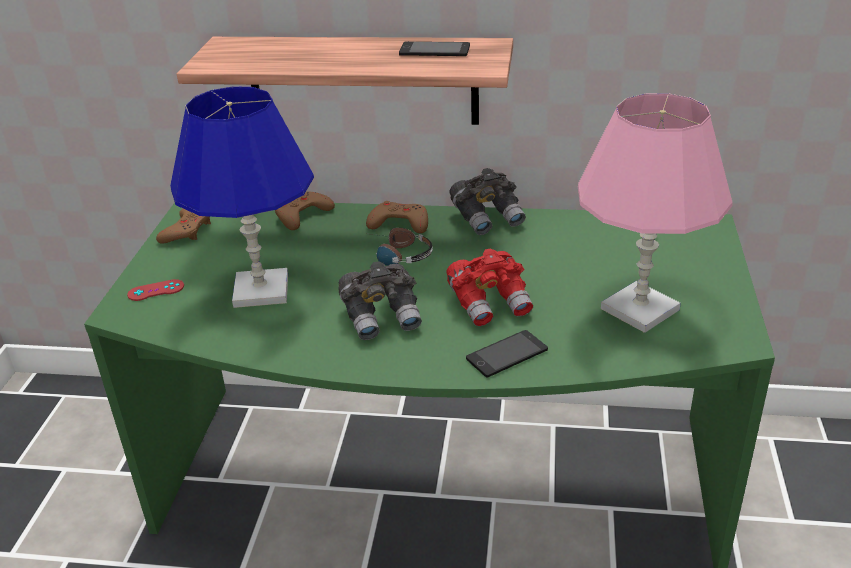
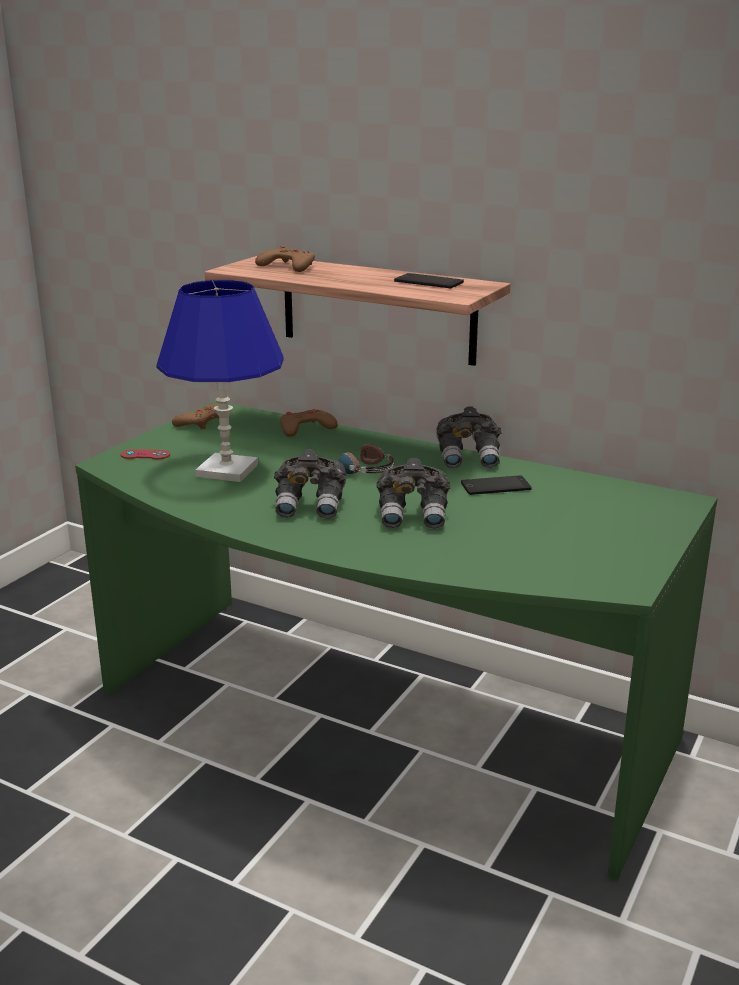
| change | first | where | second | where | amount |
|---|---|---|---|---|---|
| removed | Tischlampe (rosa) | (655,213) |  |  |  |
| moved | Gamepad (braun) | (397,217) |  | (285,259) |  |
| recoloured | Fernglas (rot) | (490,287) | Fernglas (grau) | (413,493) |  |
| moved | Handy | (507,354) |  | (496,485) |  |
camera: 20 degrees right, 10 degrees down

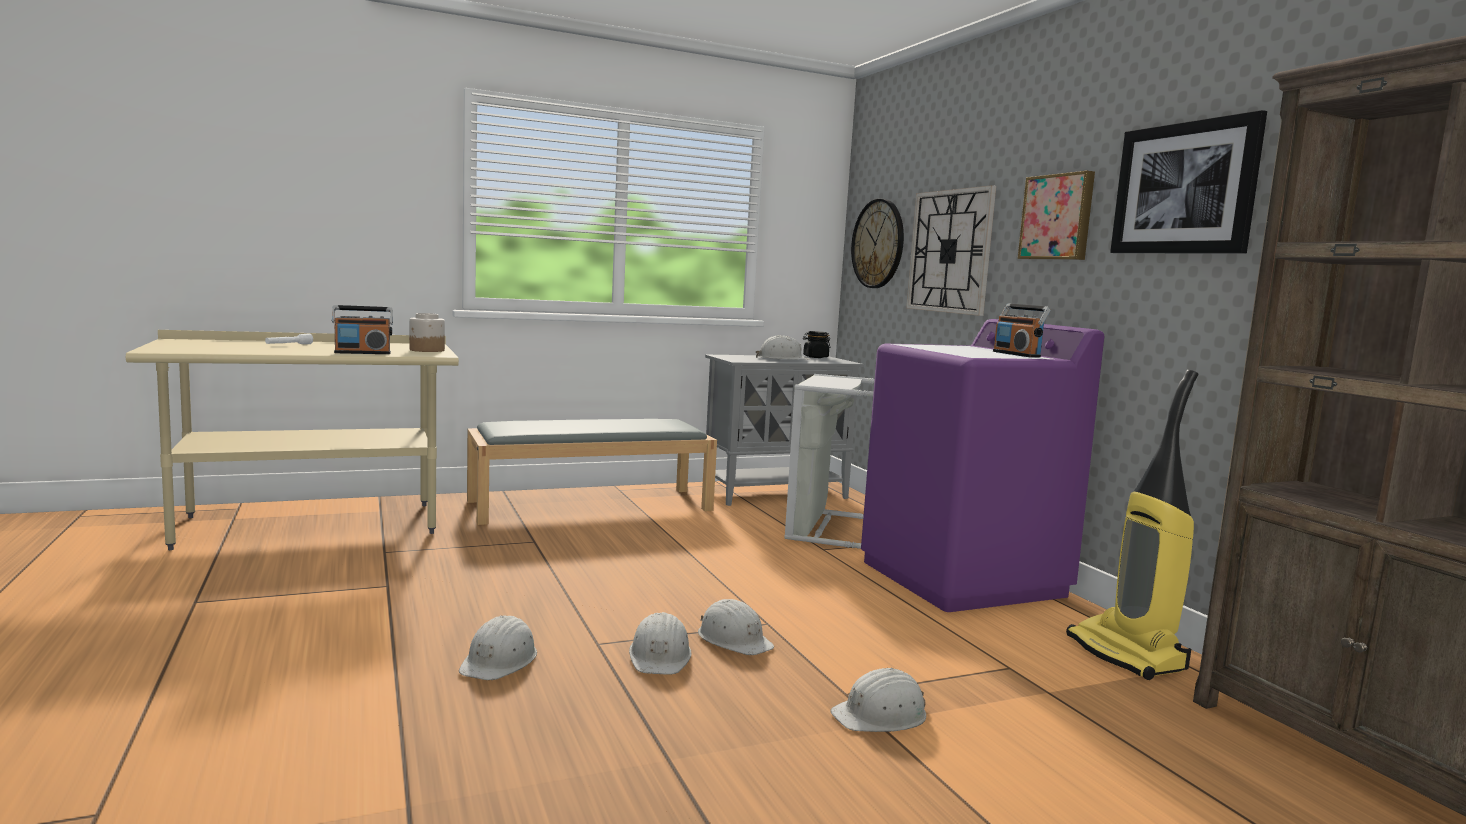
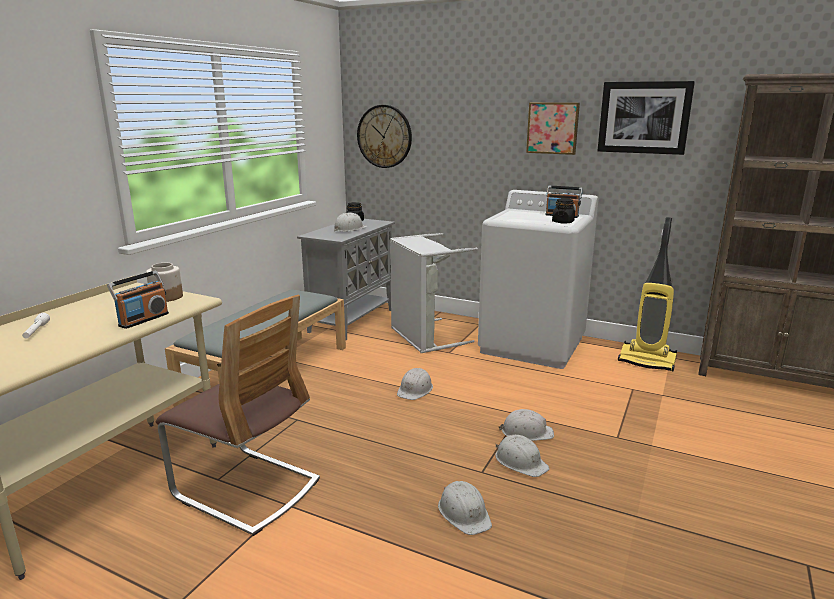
| change | first | where | second | where | amount |
|---|---|---|---|---|---|
| removed | Wanduhr | (951,250) |  |  |  |
| recoloured | Waschmaschine (lila) | (982,465) | Waschmaschine (weiß) | (538,279) |  |
| moved | Schutzhelm (weiß) | (878,700) |  | (415,384) |  |
| added |  |  | Vorratsglas (schwarz) | (563,211) |  |
| added |  |  | Stuhl | (238,415) |  |
camera: 40 degrees left, 10 degrees up

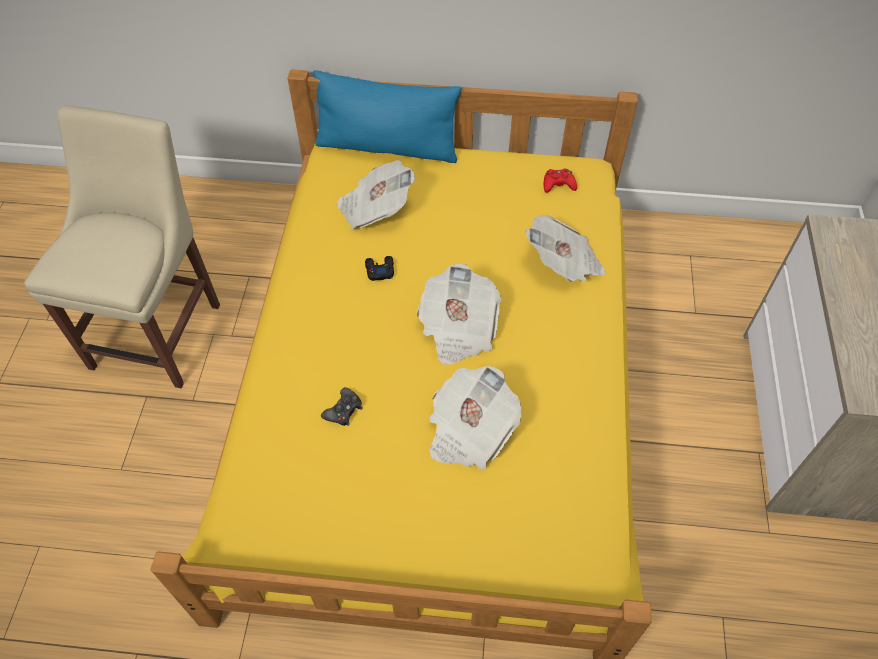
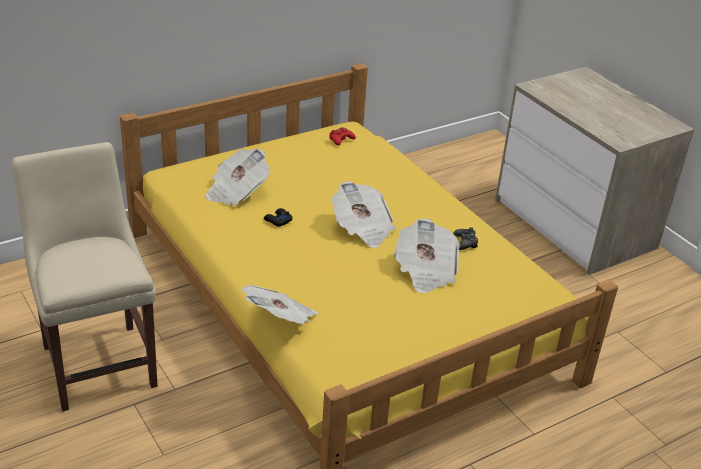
| change | first | where | second | where | amount |
|---|---|---|---|---|---|
| removed | Kissen (blau) | (387,116) |  |  |  |
| moved | Zeitung | (565,248) |  | (280,304) |  |
| moved | Gamepad (schwarz) | (342,406) |  | (465,238) |  |
camera: 40 degrees left, 20 degrees down

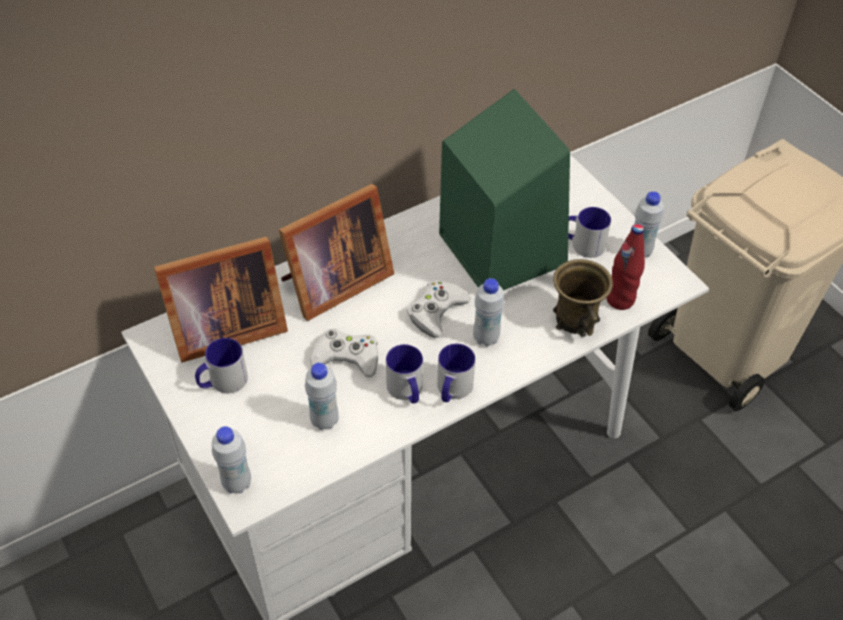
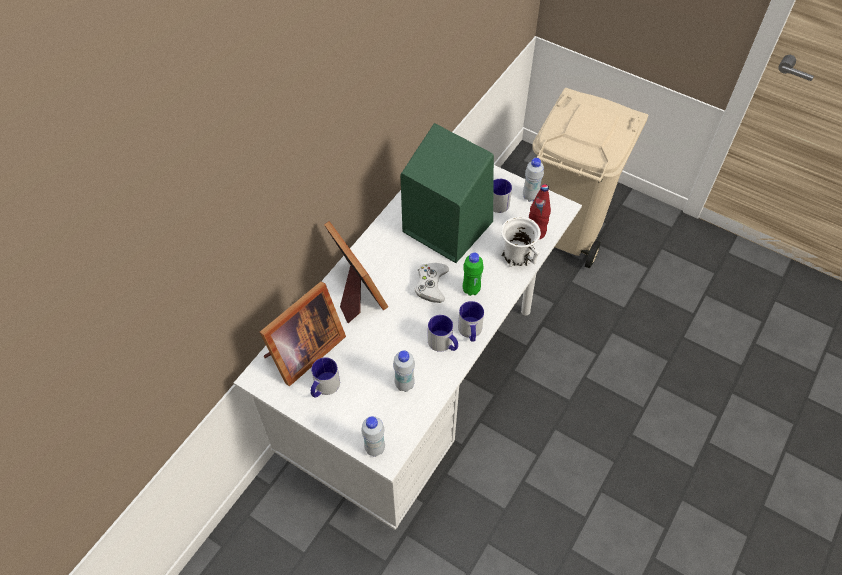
| change | first | where | second | where | amount |
|---|---|---|---|---|---|
| turned | Bilderrahmen | (336,252) |  | (356,272) | 60 degrees counterclockwise |
| recoloured | Henkelbecher (braun) | (583,298) | Henkelbecher (weiß) | (521,242) |  |
| recoloured | Flasche (weiß) | (489,312) | Flasche (grün) | (473,274) |  |
| removed | Gamepad (weiß) | (344,352) |  |  |  |
camera: 25 degrees left, 5 degrees up

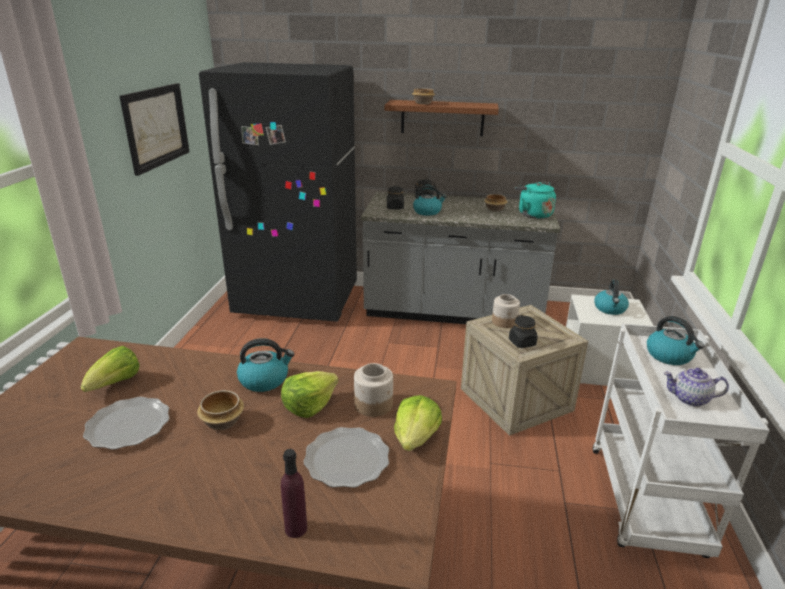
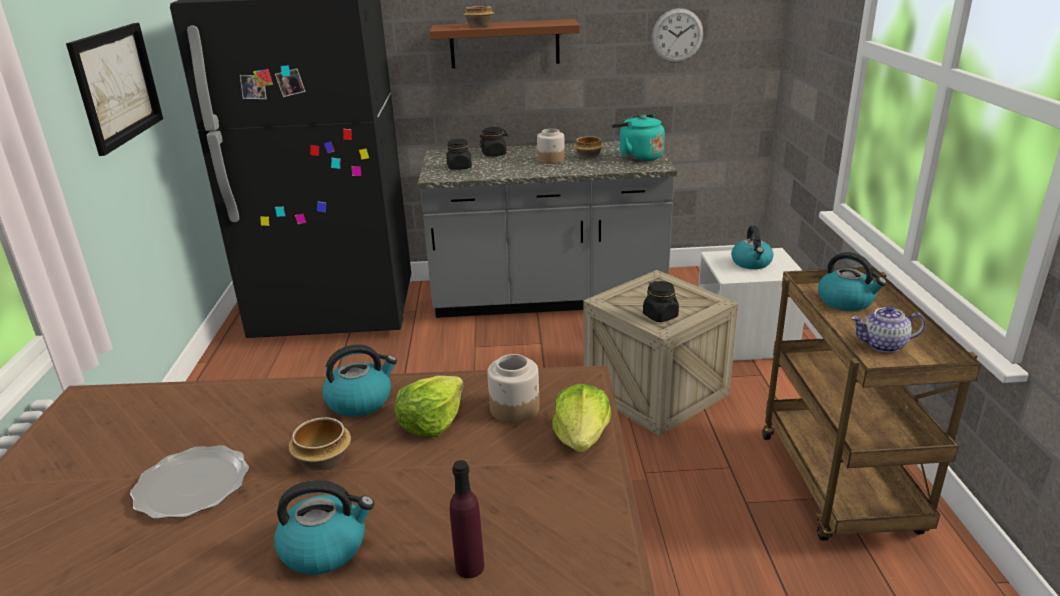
| change | first | where | second | where | amount |
|---|---|---|---|---|---|
| moved | Wasserkessel | (430,200) |  | (324,527) |  |
| moved | Vorratsglas | (506,311) |  | (551,146) |  |
| recoloured | Rollwagen (weiß) | (681,440) | Rollwagen (braun) | (871,404) |  |
| removed | Salatkopf | (110,369) |  |  |  |
| removed | Teller | (346,457) |  |  |  |
| added |  |  | Wanduhr | (677,35) |  |
camera: 10 degrees left, 0 degrees up

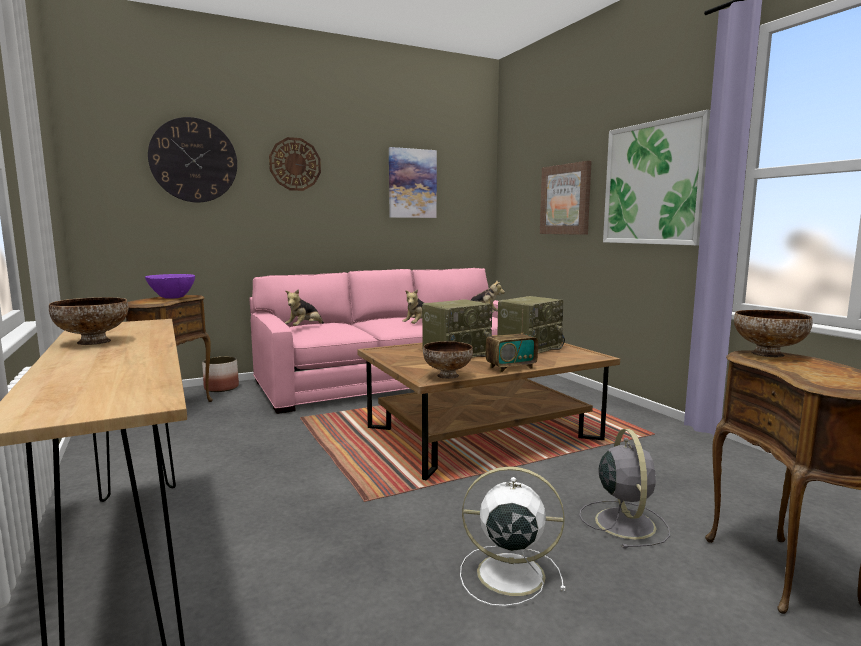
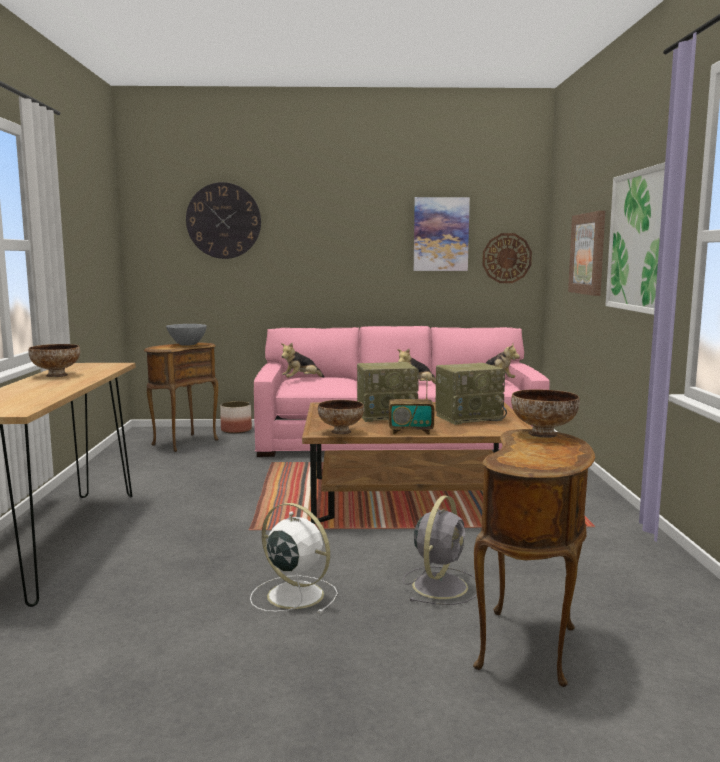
| change | first | where | second | where | amount |
|---|---|---|---|---|---|
| moved | Wanduhr | (295,164) |  | (507,258) |  |
| recoloured | Schüssel (lila) | (170,286) | Schüssel (grau) | (186,335) |  |
camera: 25 degrees right, 0 degrees up

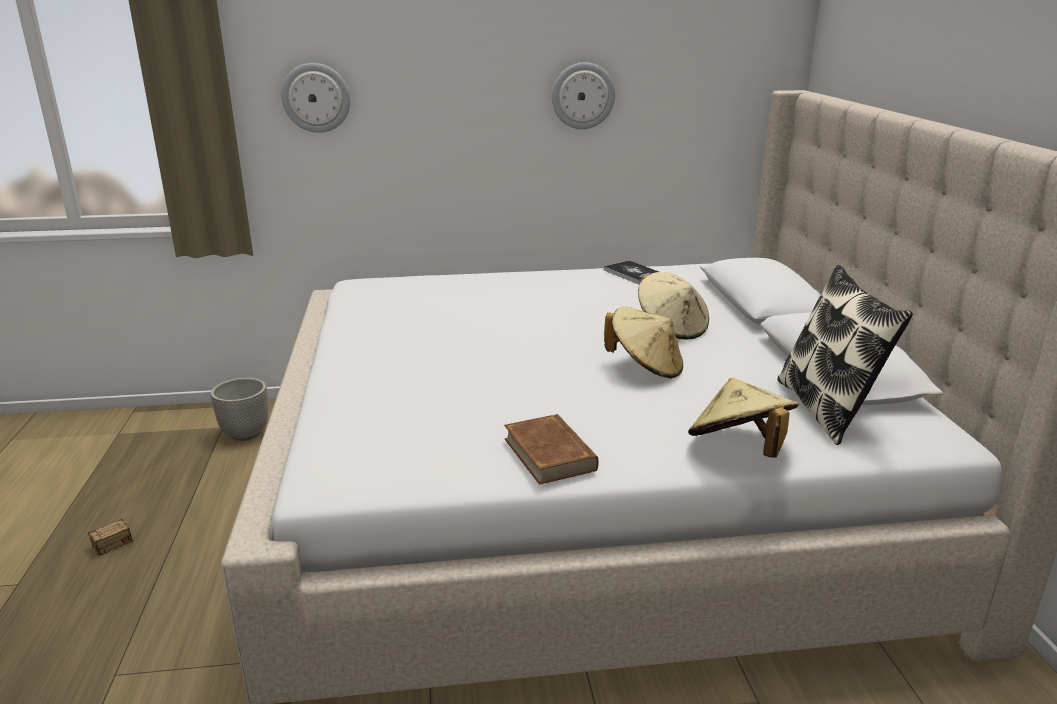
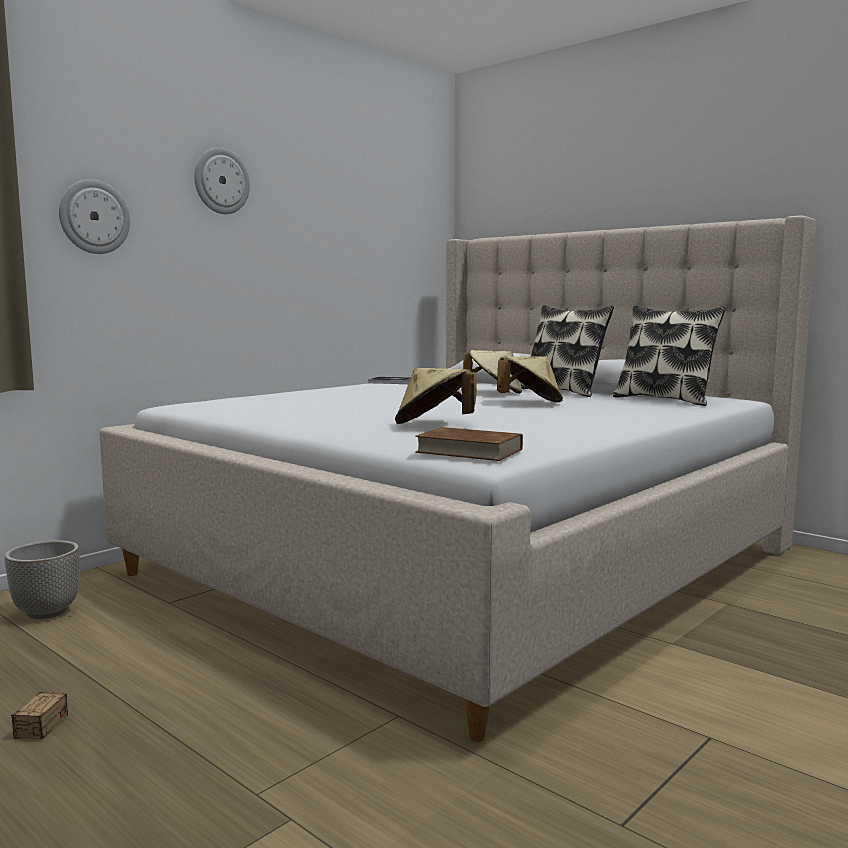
| change | first | where | second | where | amount |
|---|---|---|---|---|---|
| moved | Wanduhr | (583,95) |  | (222,180) |  |
| moved | Hut (beige) | (743,418) |  | (436,396) |  |
| moved | Buch (braun) | (551,449) |  | (469,444) |  |
| added |  |  | Kissen | (567,351) |  |
camera: 40 degrees left, 15 degrees down

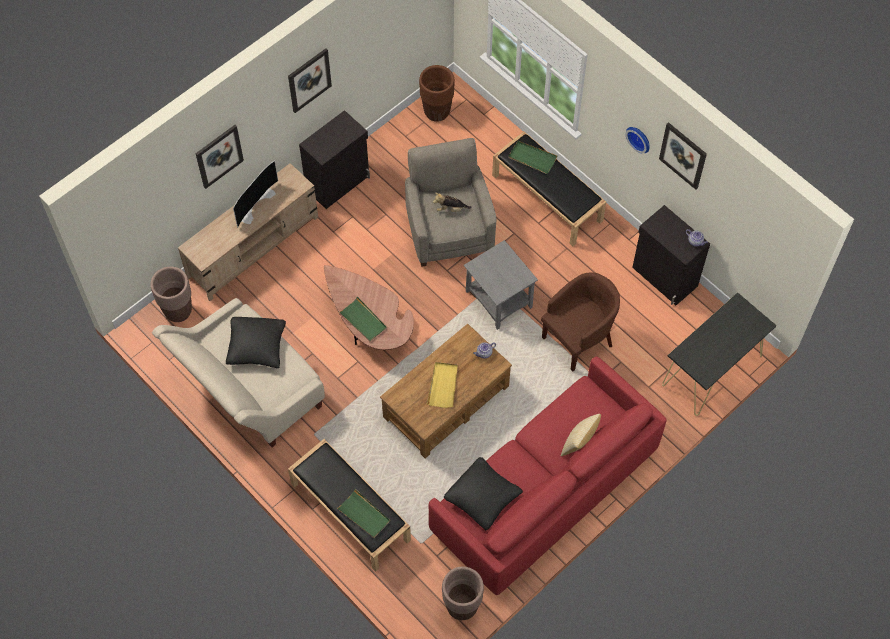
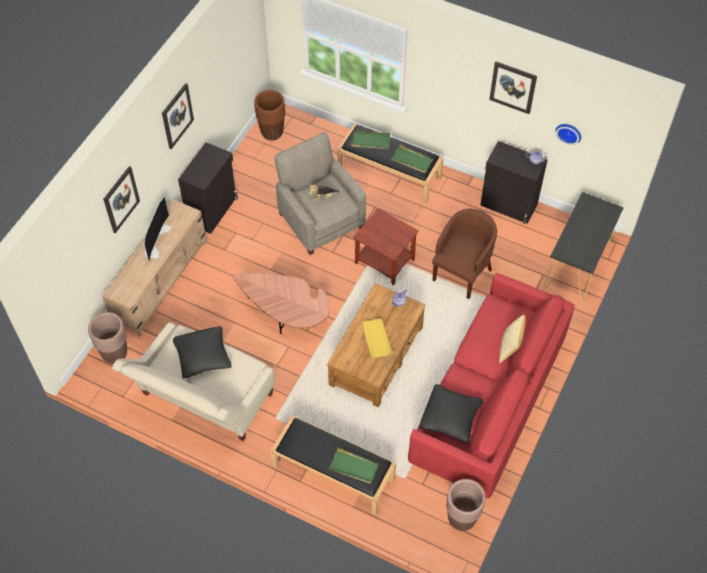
| change | first | where | second | where | amount |
|---|---|---|---|---|---|
| moved | Wanduhr | (637,140) |  | (568,134) |  |
| recoloured | Beistelltisch (grau) | (501,285) | Beistelltisch (braun) | (386,247) |  |
| moved | Tablett (grün) | (363,318) |  | (411,158) |  |
camera: 20 degrees left, 5 degrees down

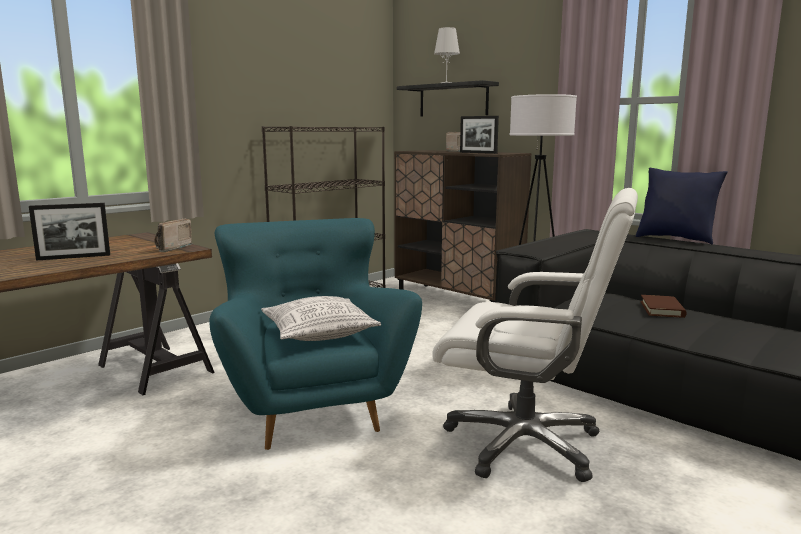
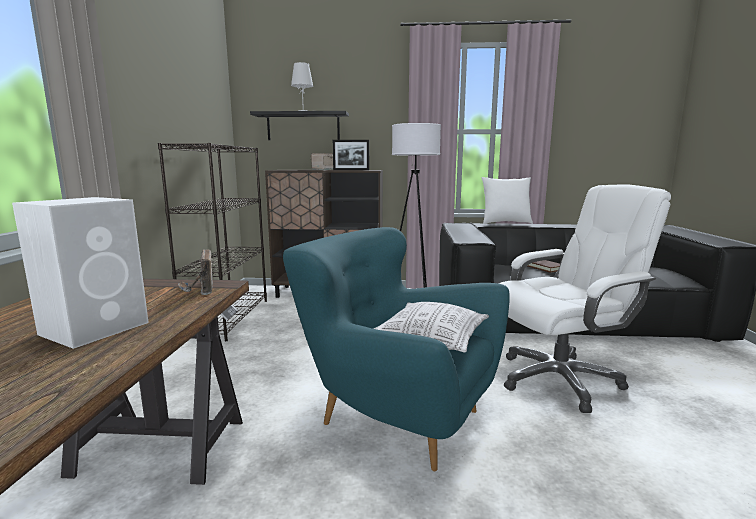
| change | first | where | second | where | amount |
|---|---|---|---|---|---|
| recoloured | Kissen (blau) | (681,206) | Kissen (weiß) | (507,200) |  |
| replaced | Bilderrahmen | (69,232) | Lautsprecher (weiß) | (80,273) |  |
camera: 40 degrees left, 0 degrees up

